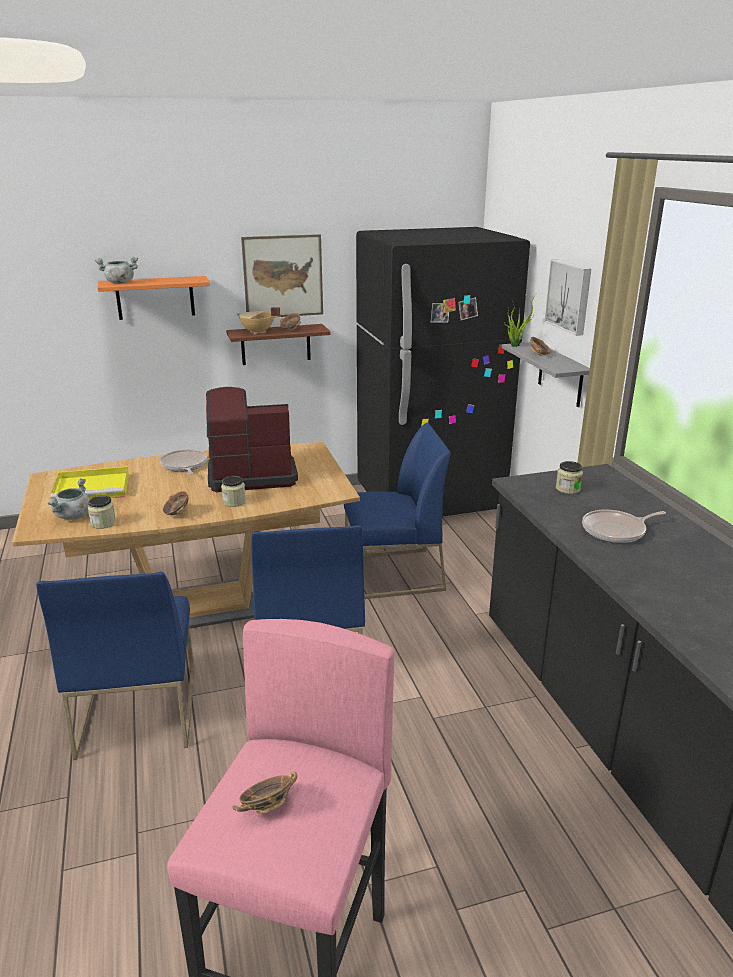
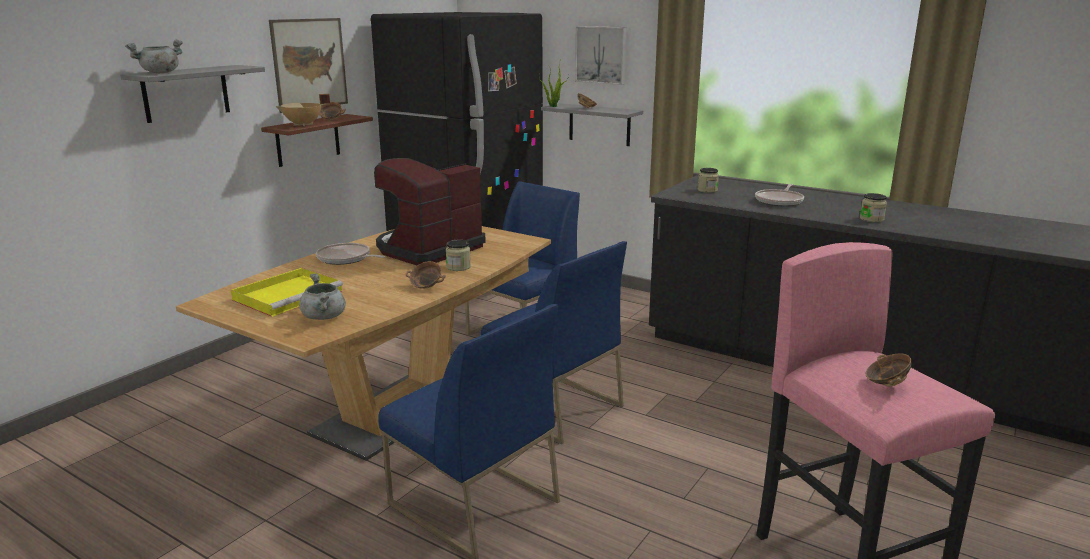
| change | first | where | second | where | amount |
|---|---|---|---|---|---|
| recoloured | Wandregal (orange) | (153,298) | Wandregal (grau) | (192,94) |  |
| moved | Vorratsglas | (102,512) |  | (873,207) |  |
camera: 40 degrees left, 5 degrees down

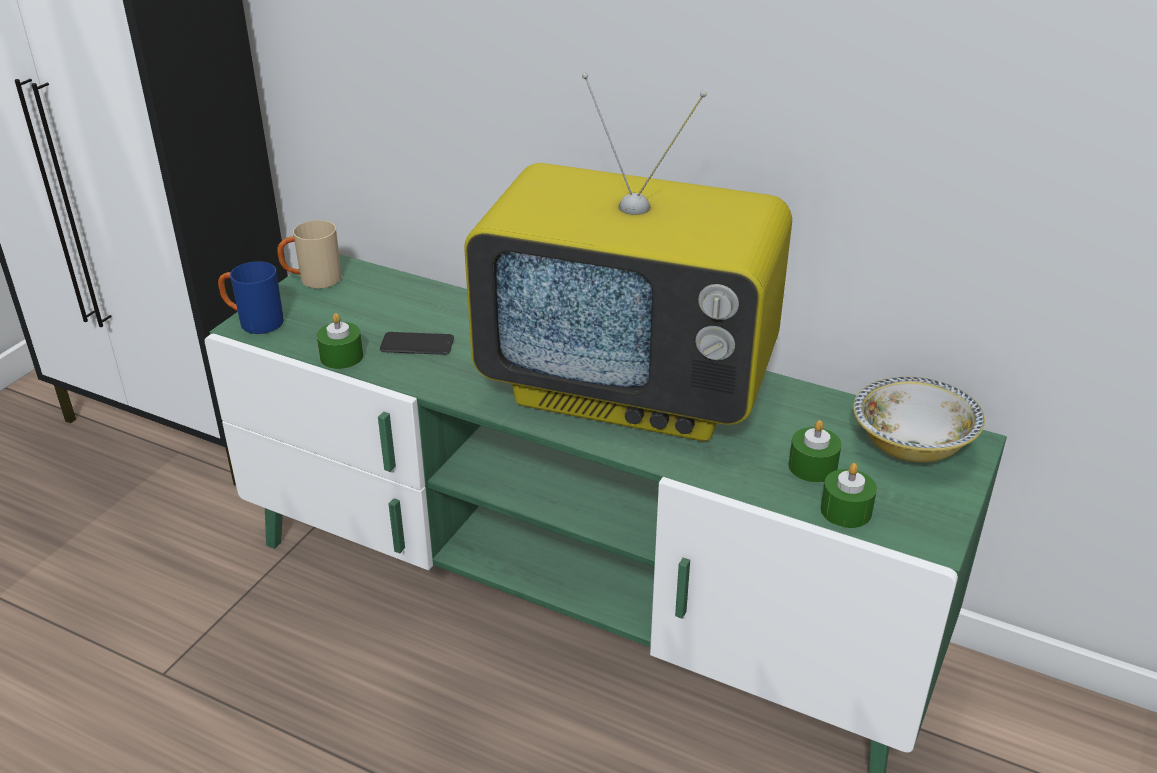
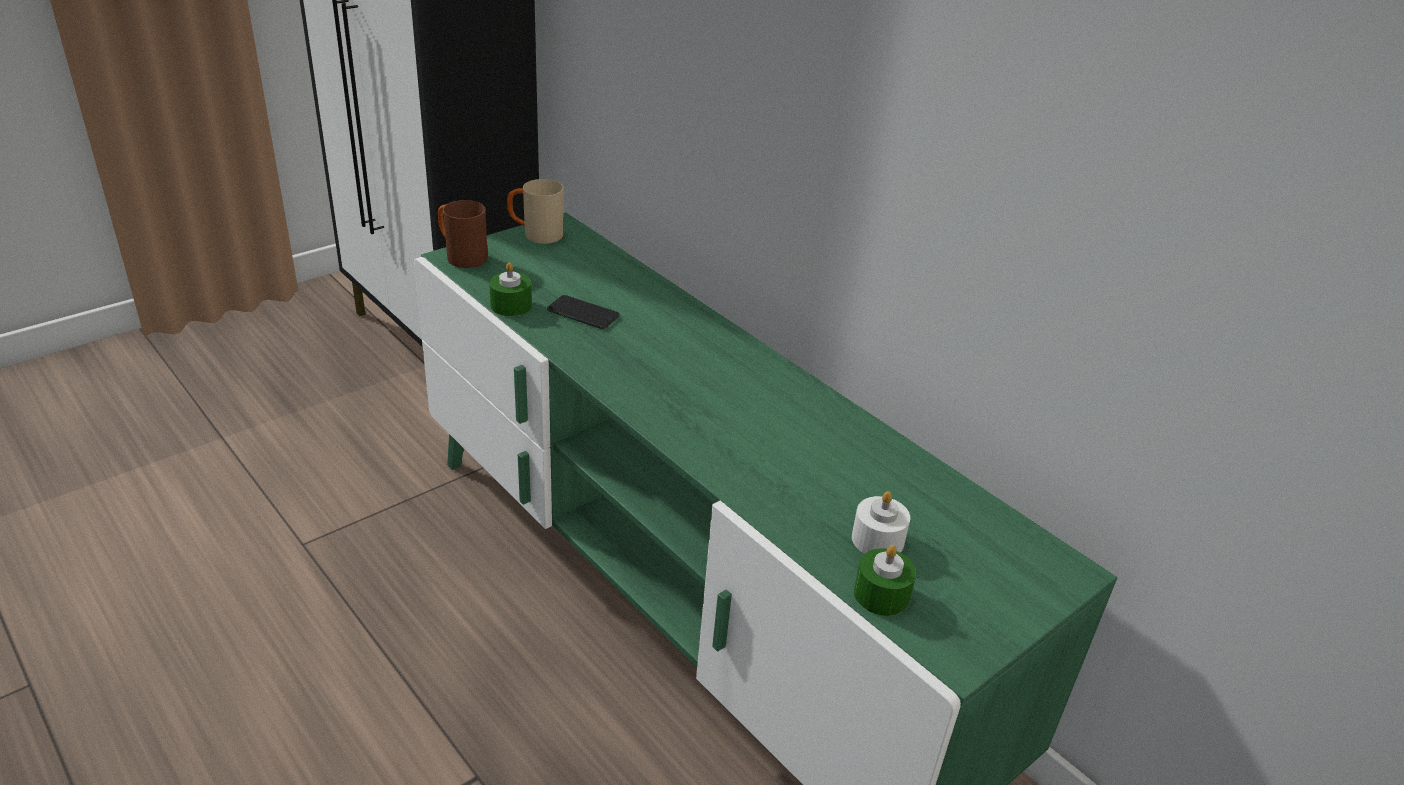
| change | first | where | second | where | amount |
|---|---|---|---|---|---|
| removed | Fernseher | (628,257) |  |  |  |
| recoloured | Henkelbecher (blau) | (251,297) | Henkelbecher (braun) | (463,234) |  |
| removed | Schüssel | (919,419) |  |  |  |
| recoloured | Kerze (grün) | (815,451) | Kerze (weiß) | (881,522) |  |
camera: 20 degrees right, 0 degrees up

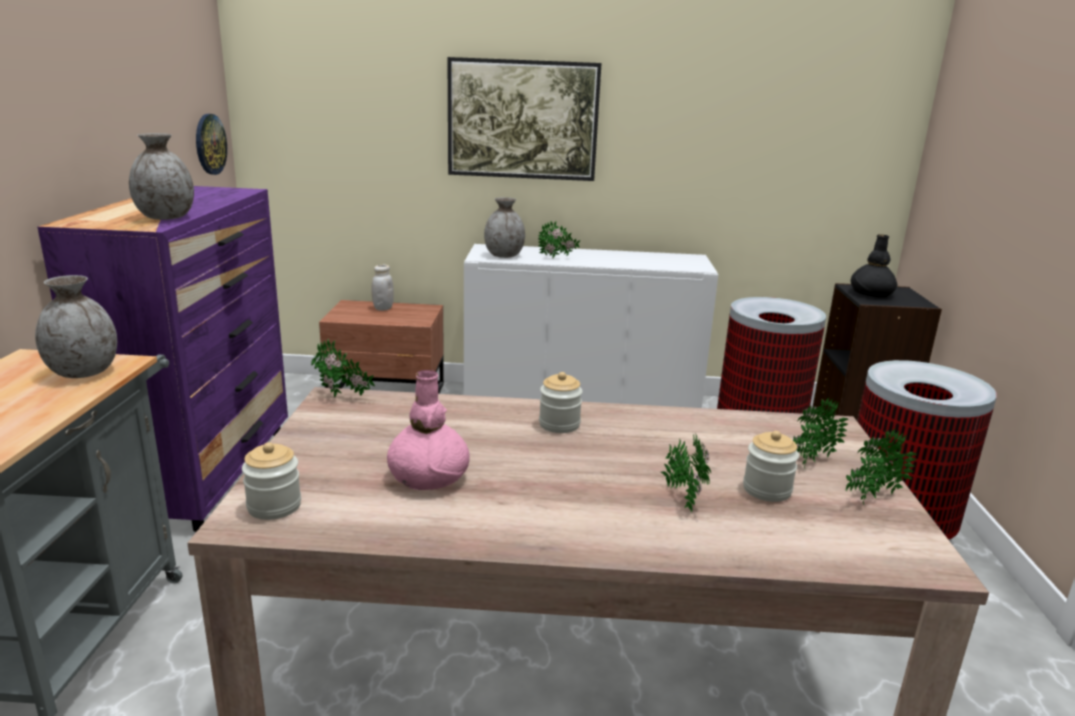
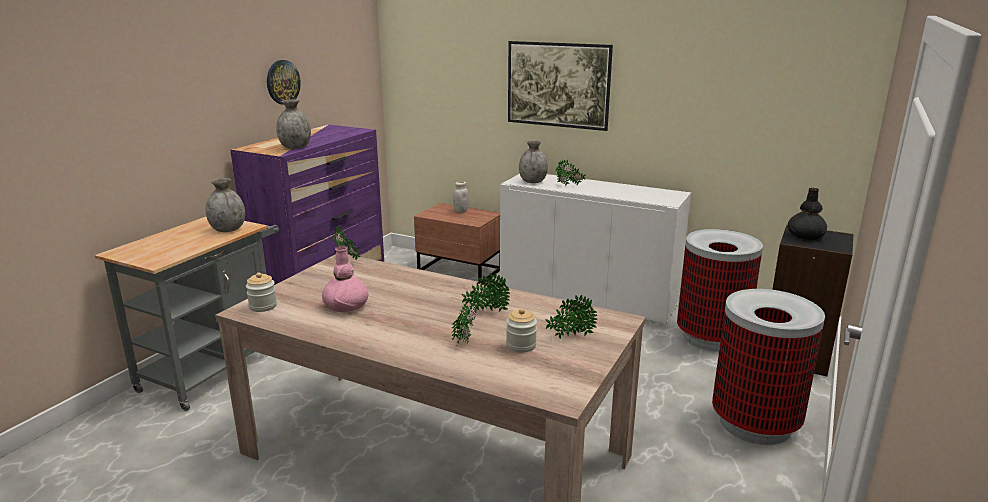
| change | first | where | second | where | amount |
|---|---|---|---|---|---|
| moved | Wanduhr | (211,144) |  | (284,82) |  |
| removed | Vorratsglas | (561,402) |  |  |  |
| moved | Topfpflanze | (881,467) |  | (486,293) |  |
camera: 25 degrees right, 0 degrees up

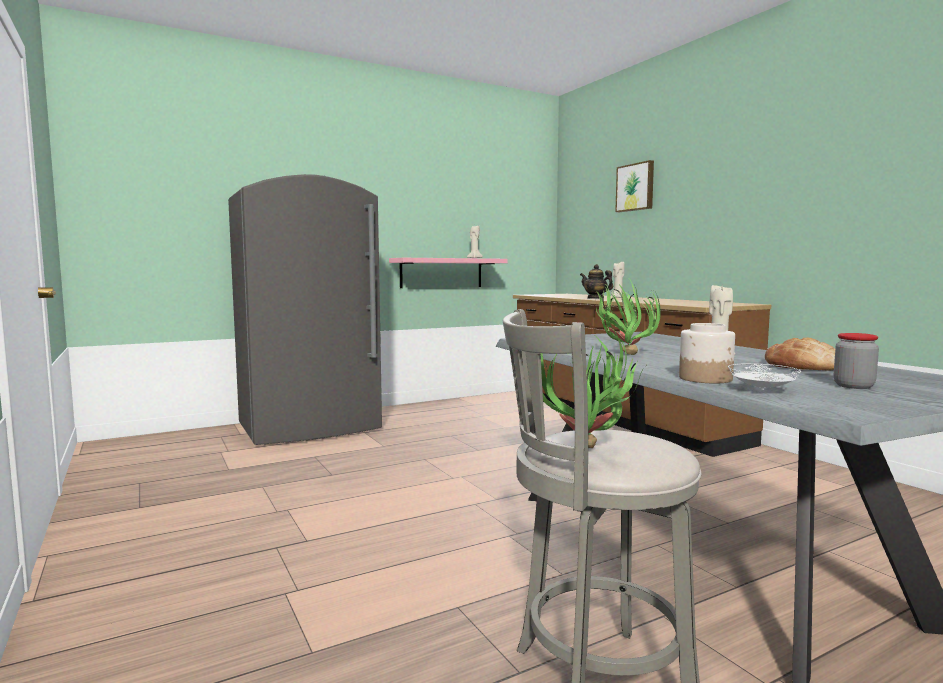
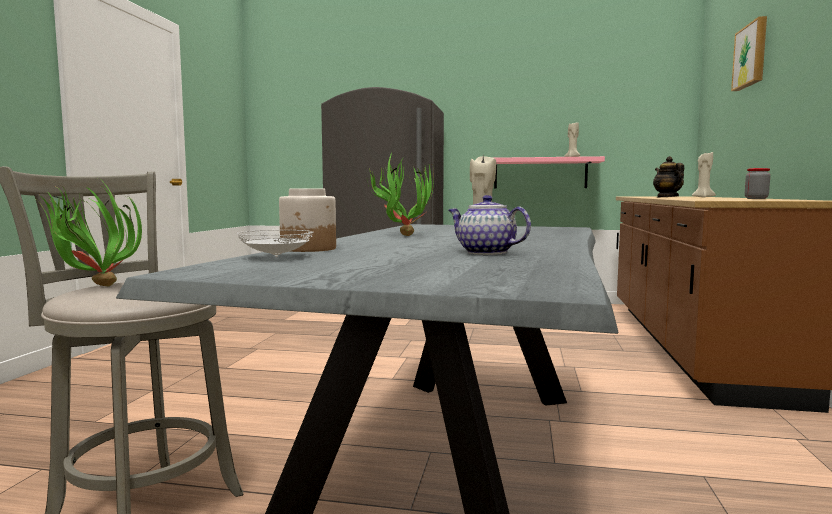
| change | first | where | second | where | amount |
|---|---|---|---|---|---|
| moved | Vorratsglas | (856,361) |  | (757,183) |  |
| replaced | Brot | (800,354) | Teekanne | (489,225) |  |
camera: 40 degrees right, 0 degrees up

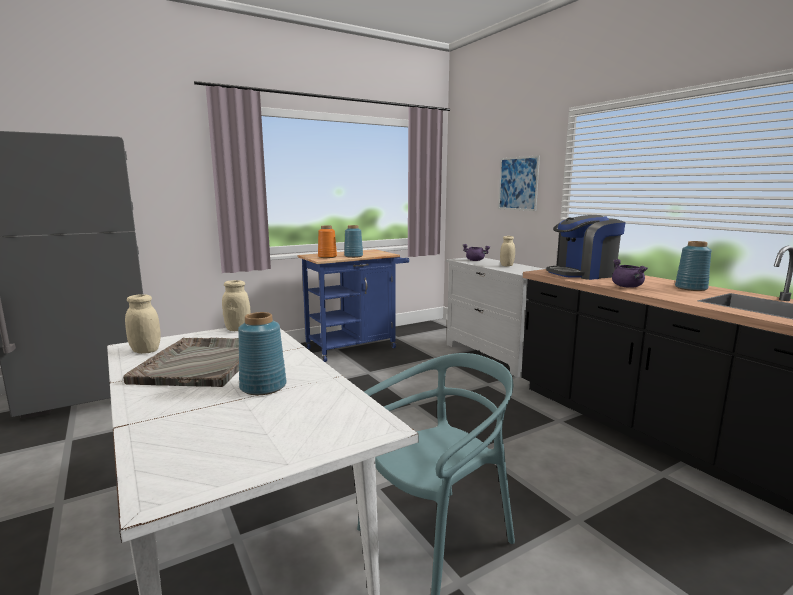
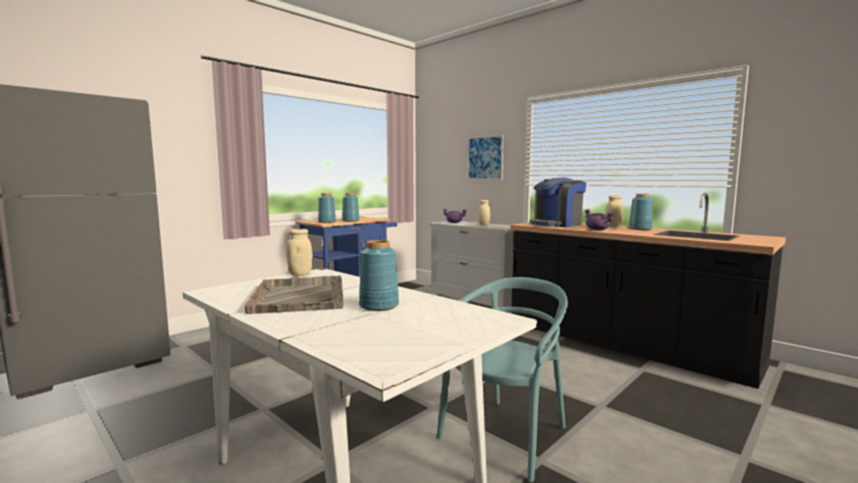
| change | first | where | second | where | amount |
|---|---|---|---|---|---|
| recoloured | Vase (orange) | (327,241) | Vase (blau) | (327,208) |  |
| moved | Vorratsglas (beige) | (143,324) |  | (614,211) |  |
camera: 15 degrees left, 5 degrees down

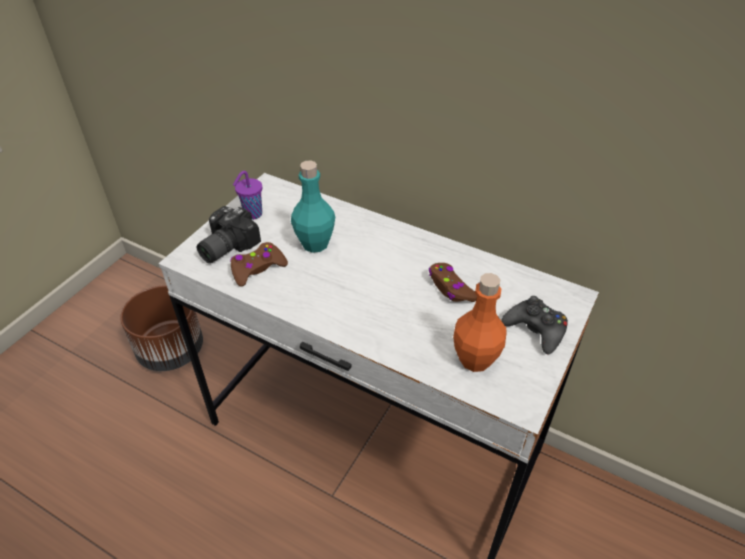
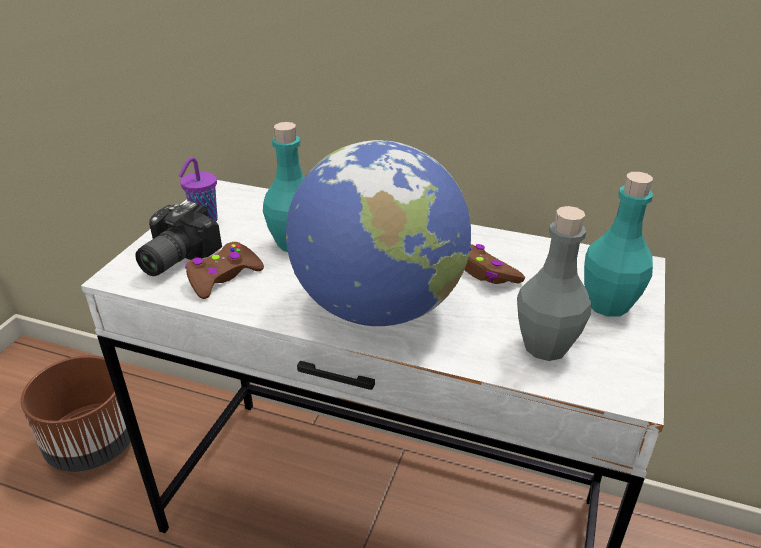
| change | first | where | second | where | amount |
|---|---|---|---|---|---|
| recoloured | Flasche (orange) | (479,322) | Flasche (grau) | (554,283) |  |
| replaced | Gamepad (schwarz) | (534,325) | Flasche (türkis) | (618,244) |  |
| added |  |  | Globus | (378,233) |  |
camera: 10 degrees left, 10 degrees down

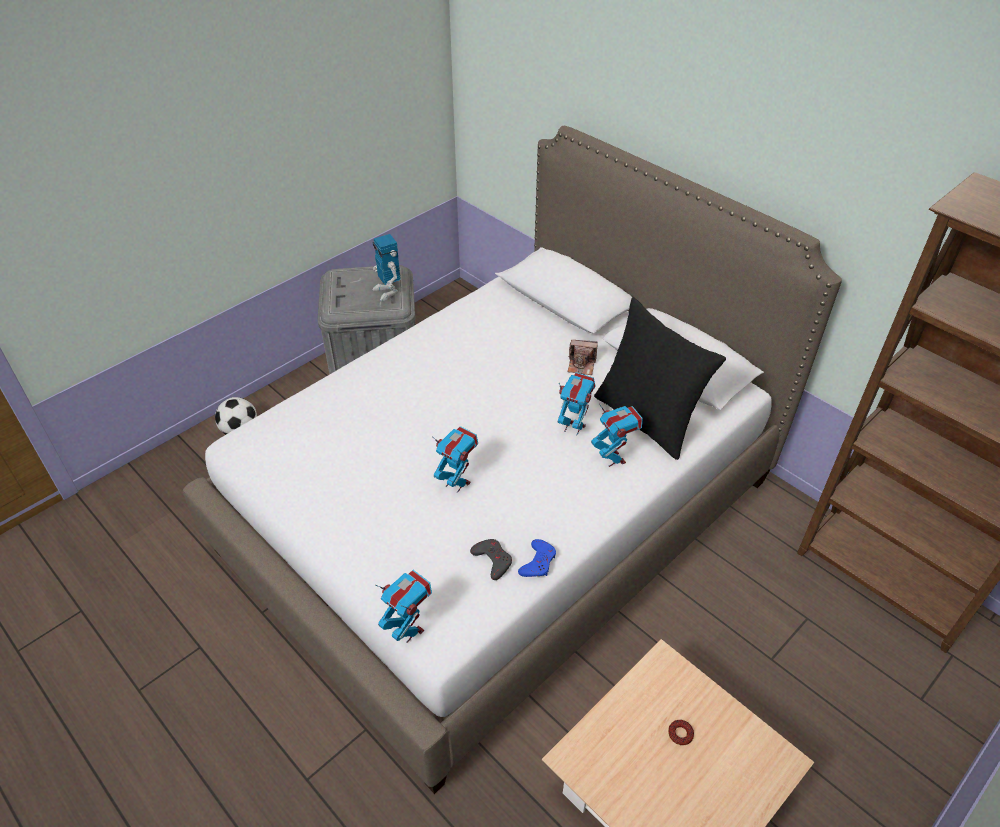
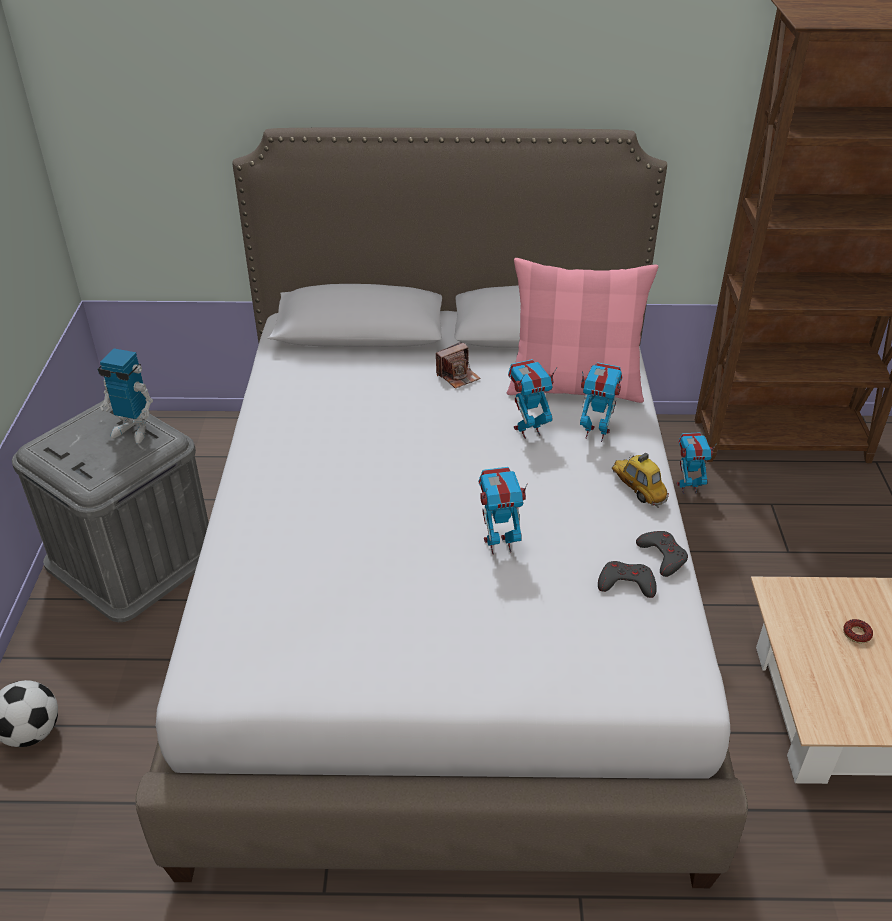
| change | first | where | second | where | amount |
|---|---|---|---|---|---|
| recoloured | Kissen (schwarz) | (660,378) | Kissen (rosa) | (582,330) |  |
| recoloured | Gamepad (blau) | (537,558) | Gamepad (grau) | (662,554) |  |
| moved | Spielzeugroboter | (403,606) |  | (697,463) |  |
| added |  |  | Spielzeugauto | (640,480) |  |
camera: 45 degrees left, 5 degrees down

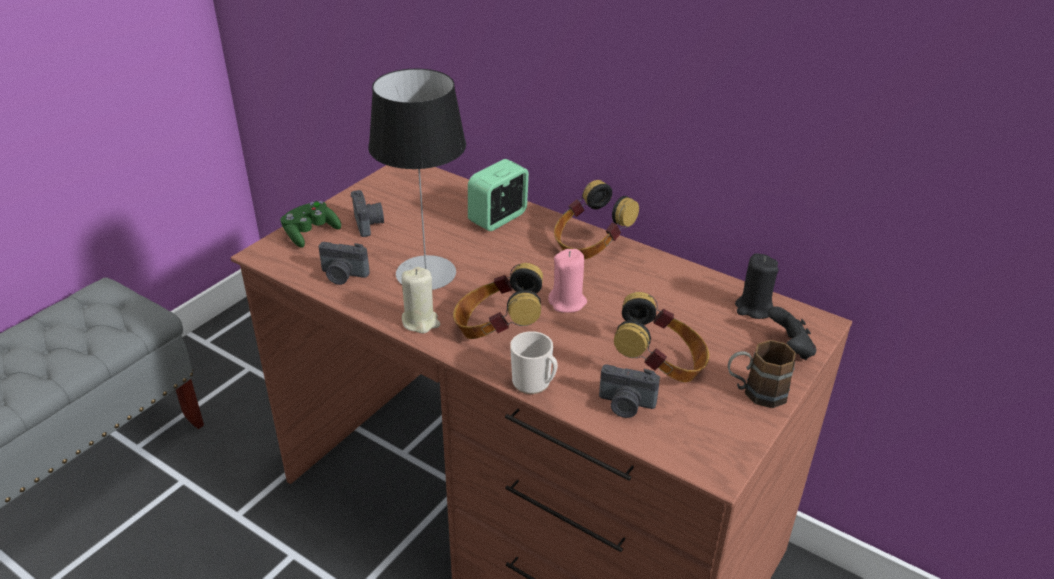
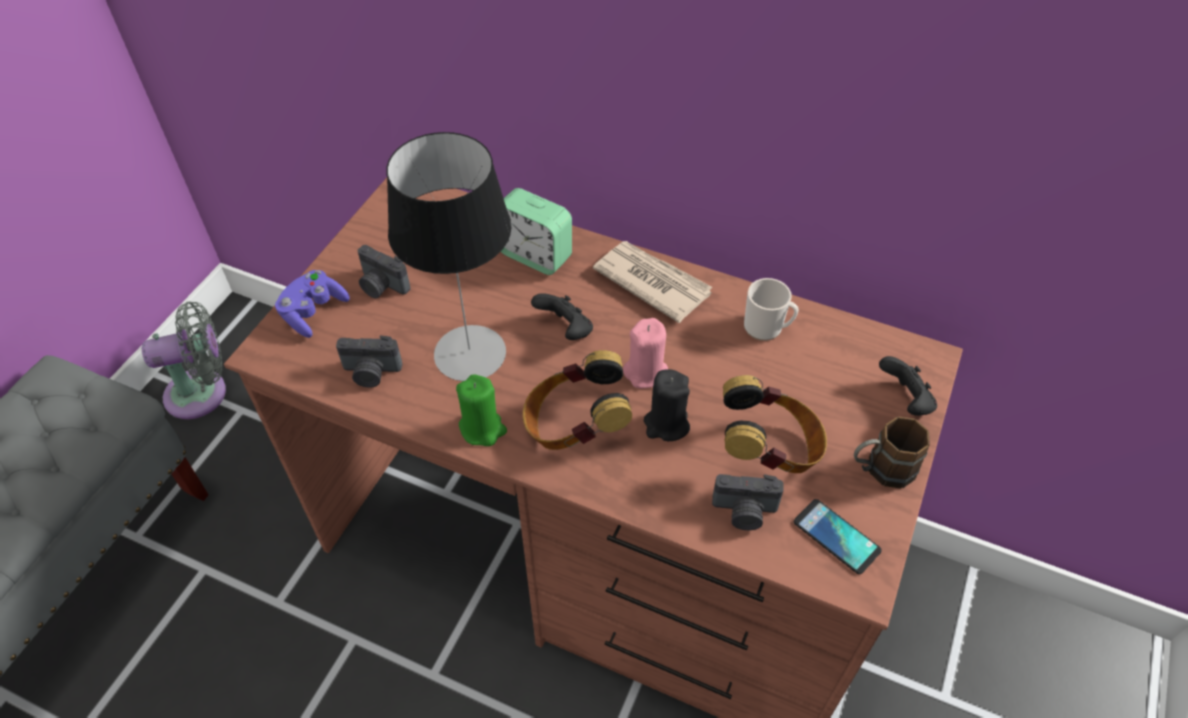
| change | first | where | second | where | amount |
|---|---|---|---|---|---|
| turned | Wecker | (498,195) |  | (536,231) | 90 degrees counterclockwise |
| replaced | Kopfhörer | (596,220) | Zeitung | (652,282) |  |
| turned | Kamera | (367,213) |  | (384,271) | 150 degrees clockwise |
| recoloured | Gamepad (grün) | (311,224) | Gamepad (lila) | (312,304) |  |
| moved | Kerze (schwarz) | (756,286) |  | (667,405) |  |
| recoloured | Kerze (beige) | (421,300) | Kerze (grün) | (481,410) |  |
| moved | Henkelbecher | (534,362) |  | (771,309) |  |
| added |  |  | Gamepad (schwarz) | (562,316) |  |
| added |  |  | Ventilator (grau) | (184,360) |  |
| added |  |  | Handy | (838,536) |  |
camera: 10 degrees left, 15 degrees up

